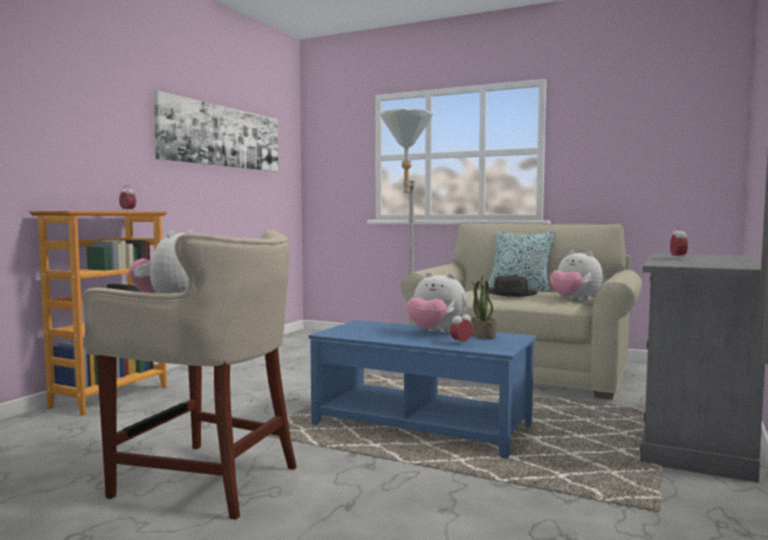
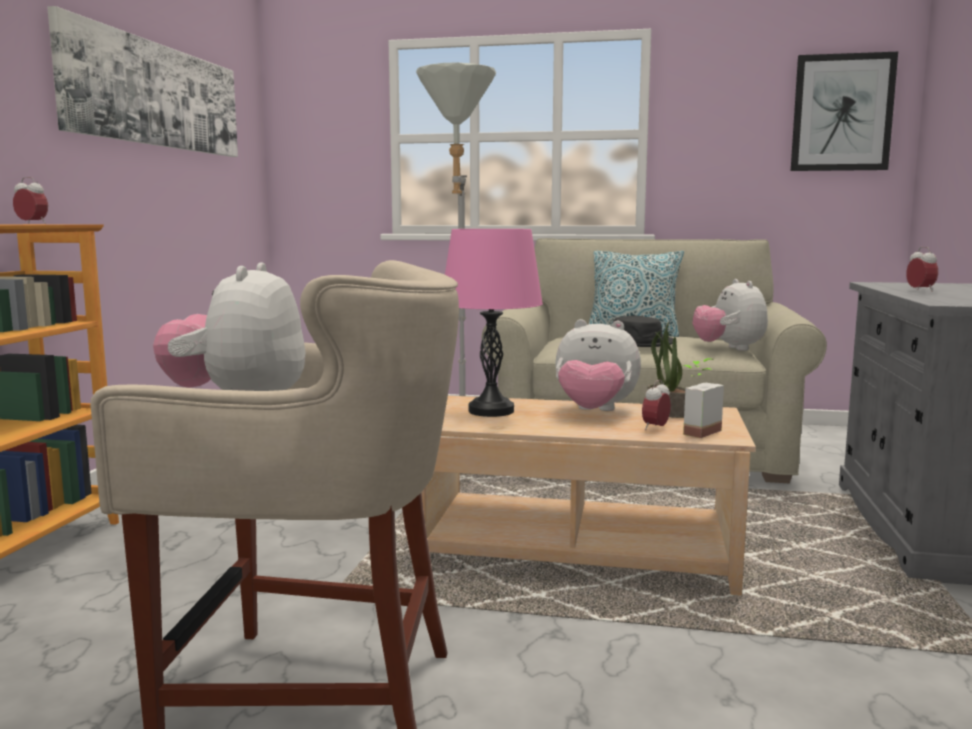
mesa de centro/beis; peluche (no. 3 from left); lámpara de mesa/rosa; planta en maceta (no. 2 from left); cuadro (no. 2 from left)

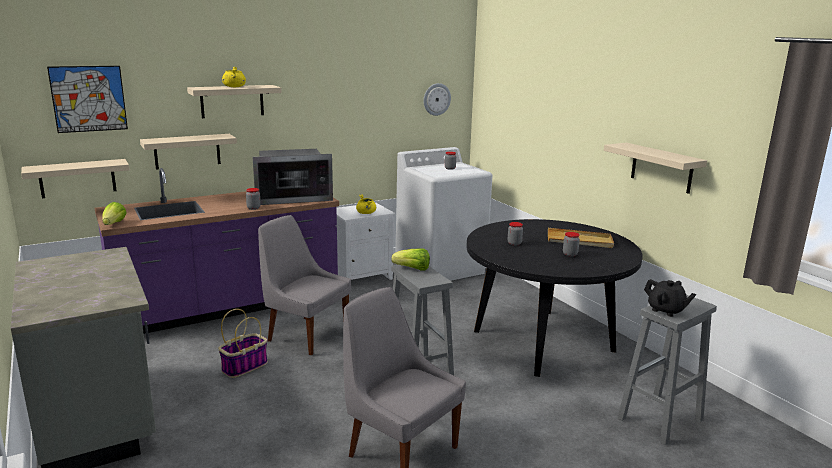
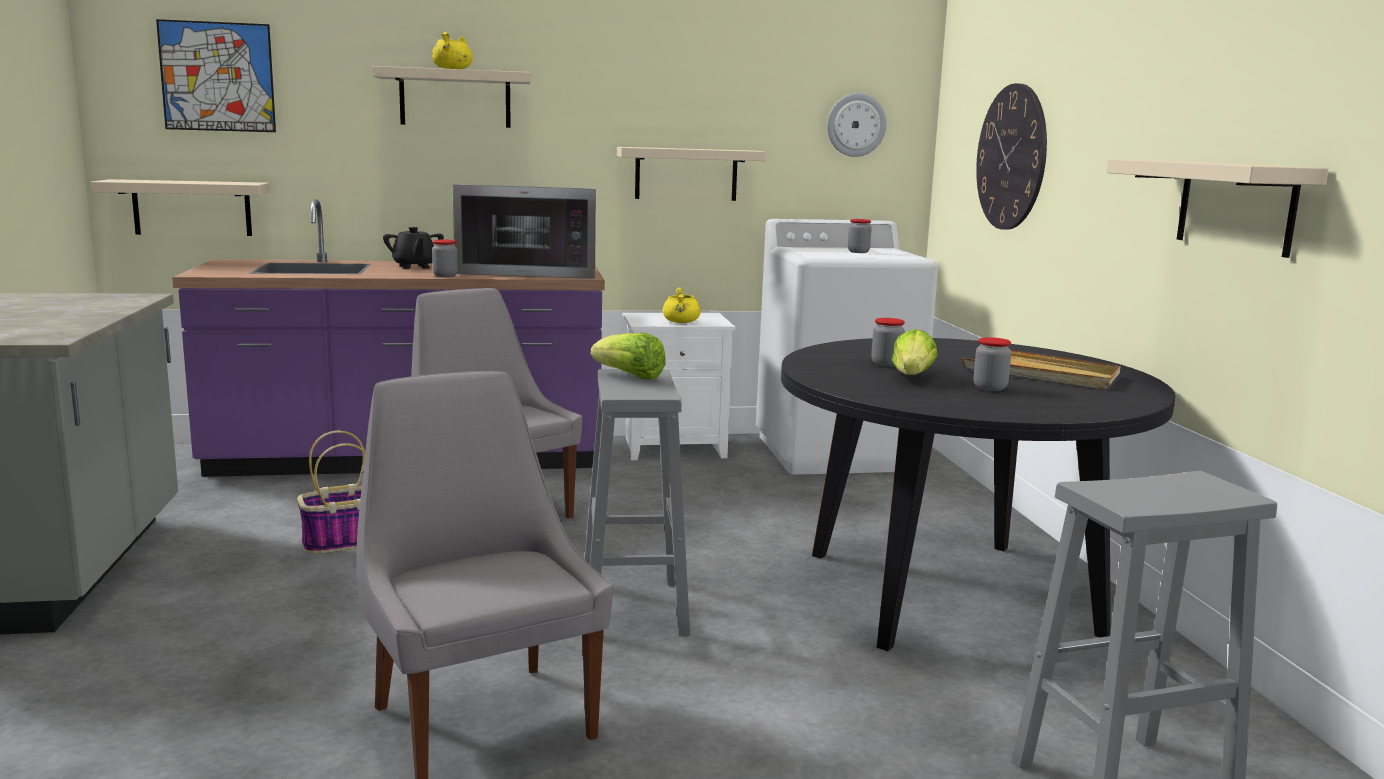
lechuga (no. 2 from left); estante/beis (no. 3 from left); tetera/negro; reloj de pared (no. 2 from left)

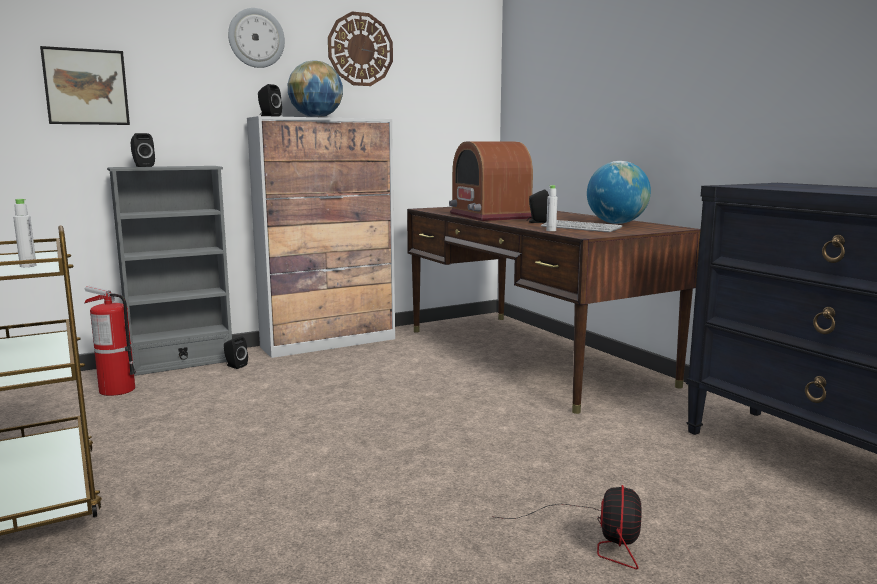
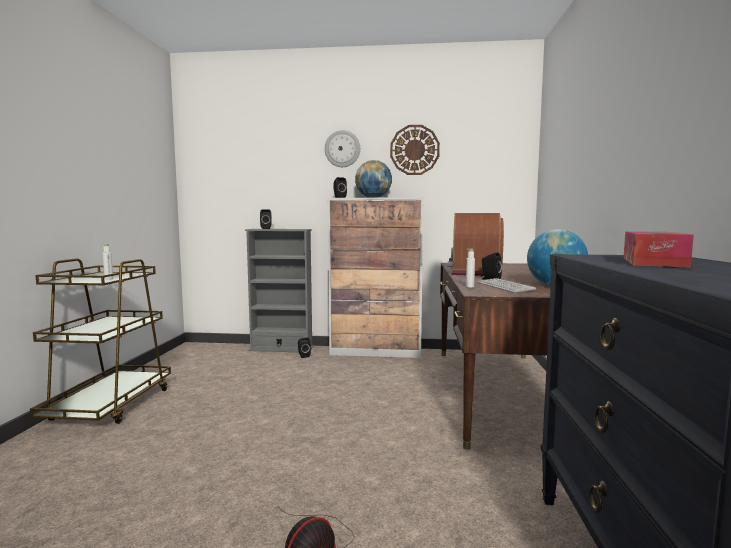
cuadro; extintor; caja de pañuelos

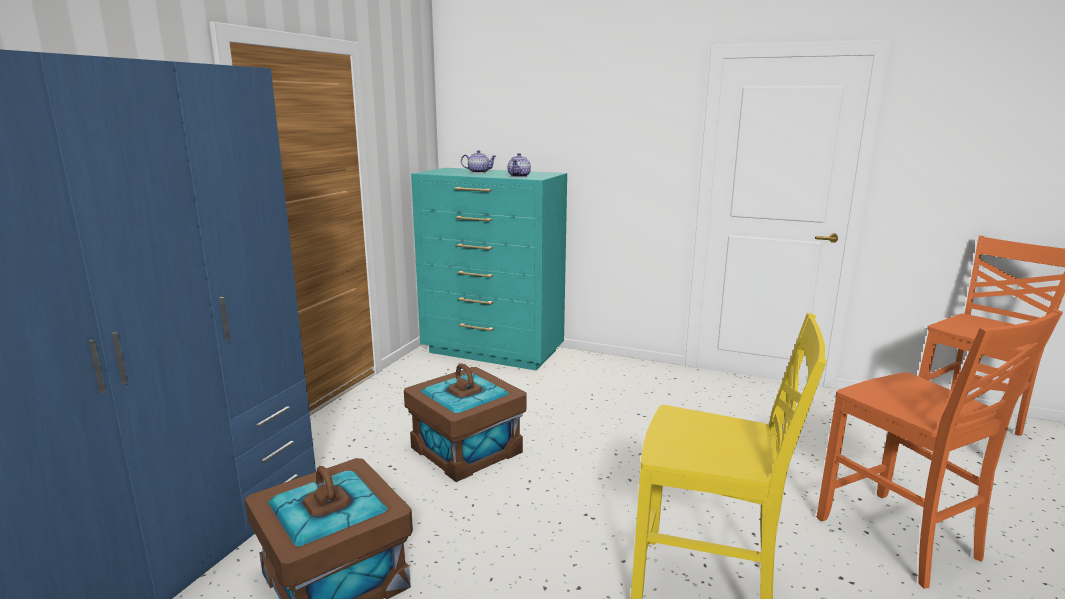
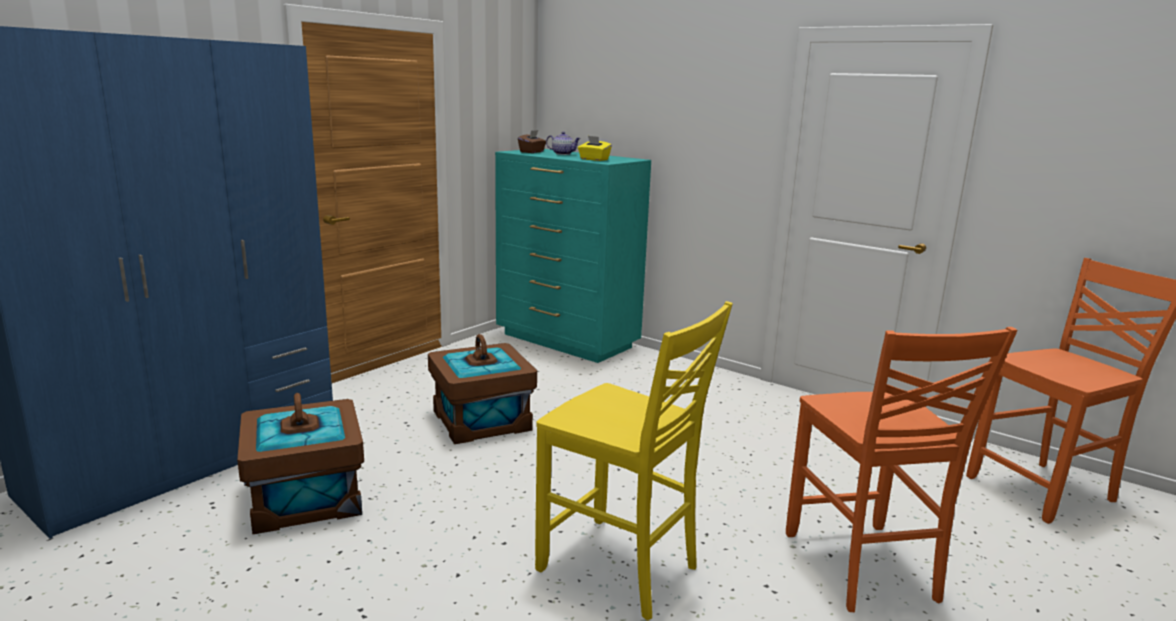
caja de pañuelos/amarillo; caja de pañuelos/marrón

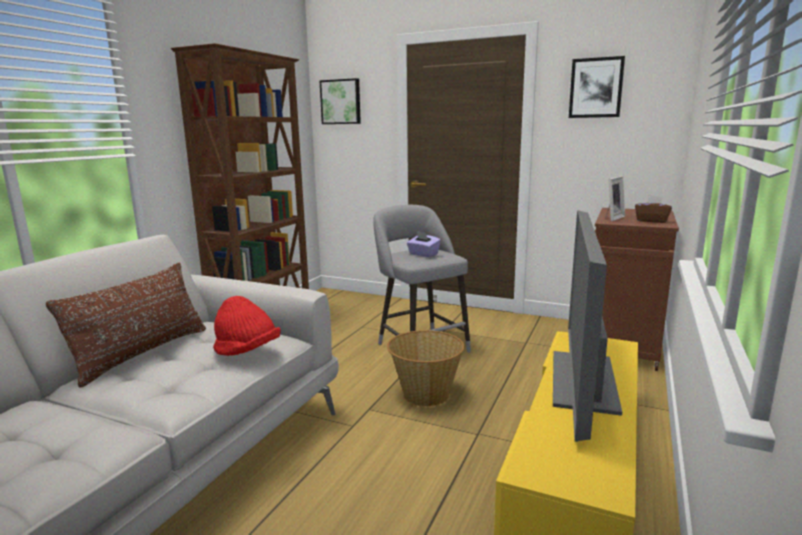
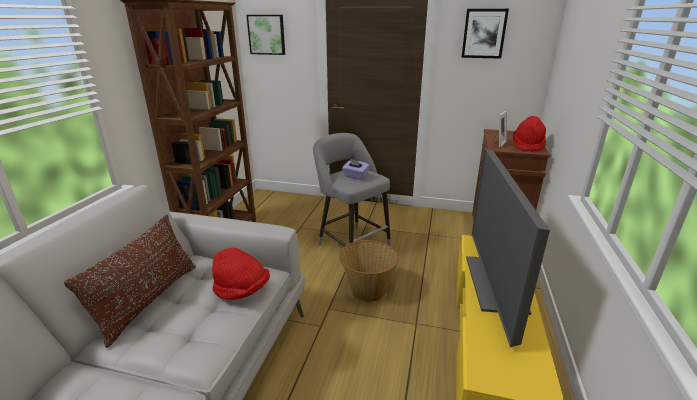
sombrero/rojo (no. 2 from left)

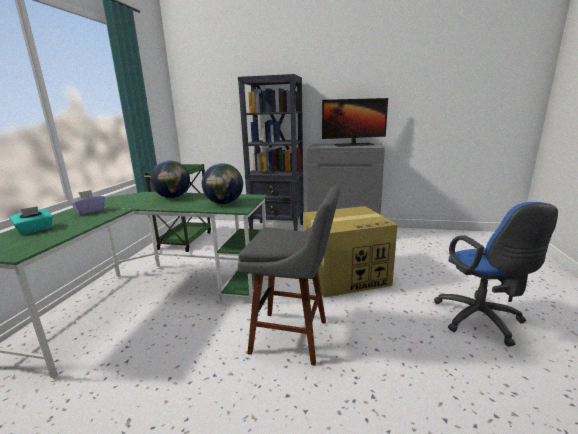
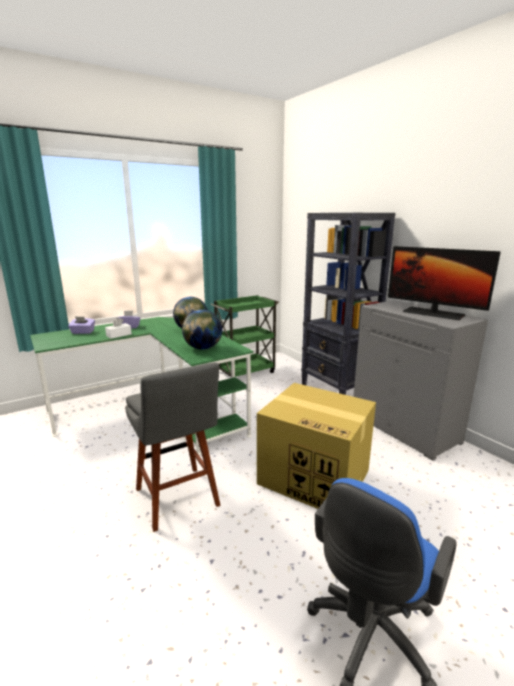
caja de pañuelos/morado (no. 1 from left); caja de pañuelos/blanco

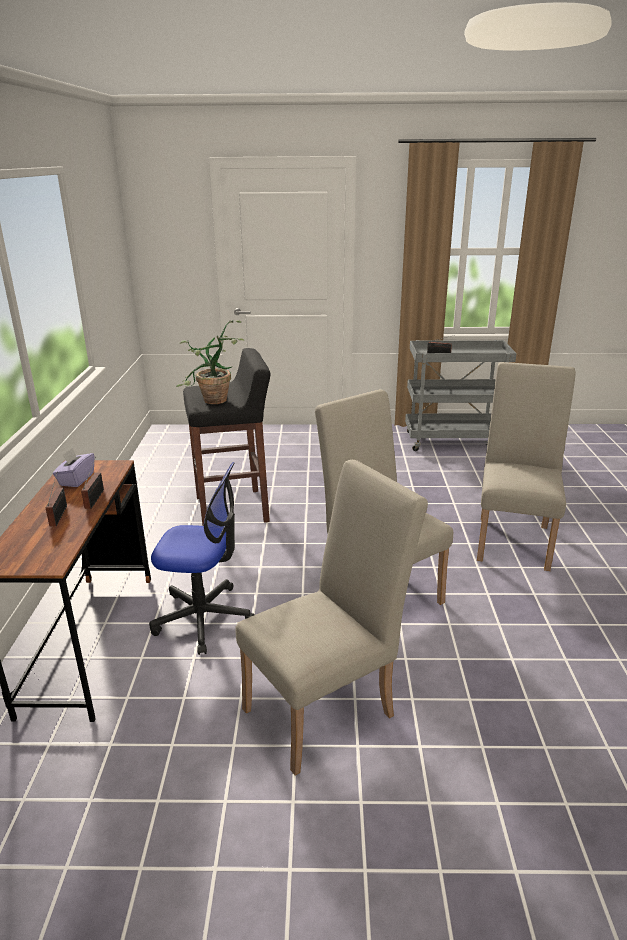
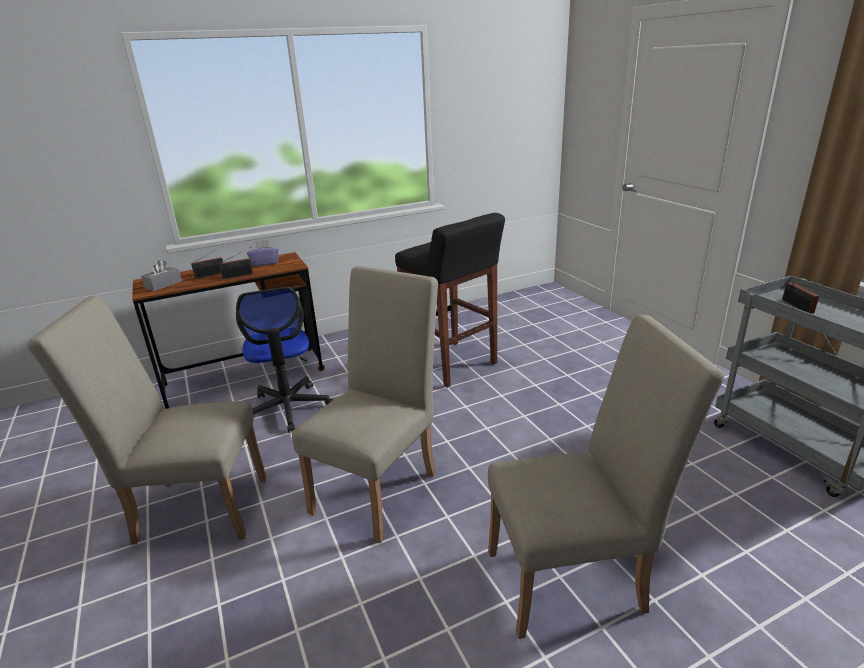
planta en maceta; silla/beis (no. 1 from left); caja de pañuelos/gris

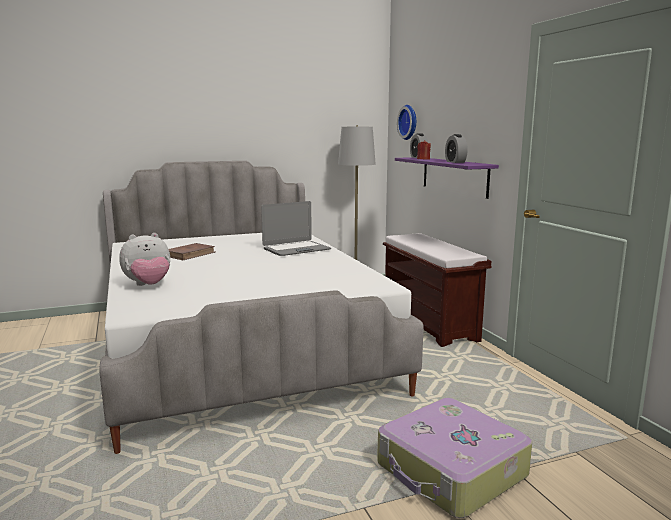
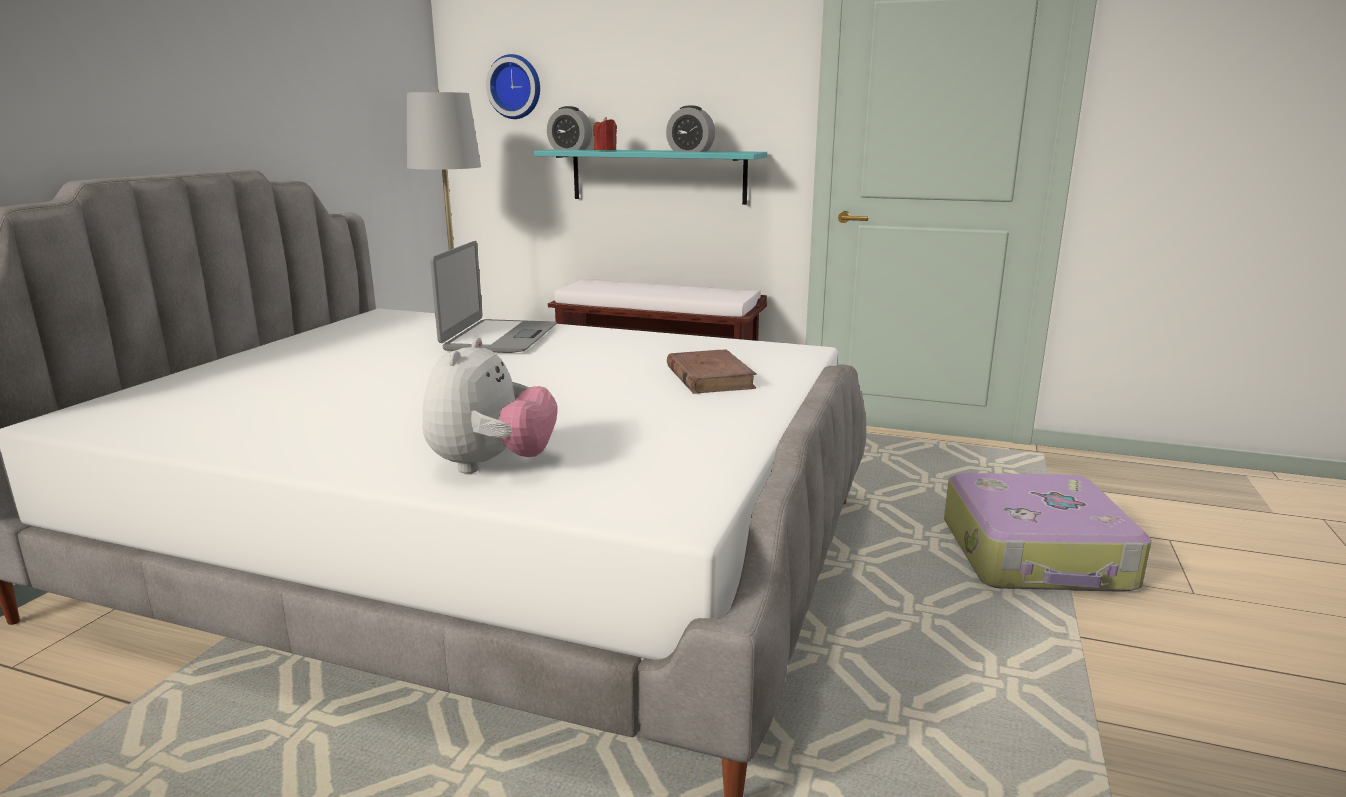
libro/marrón; estante/turquesa

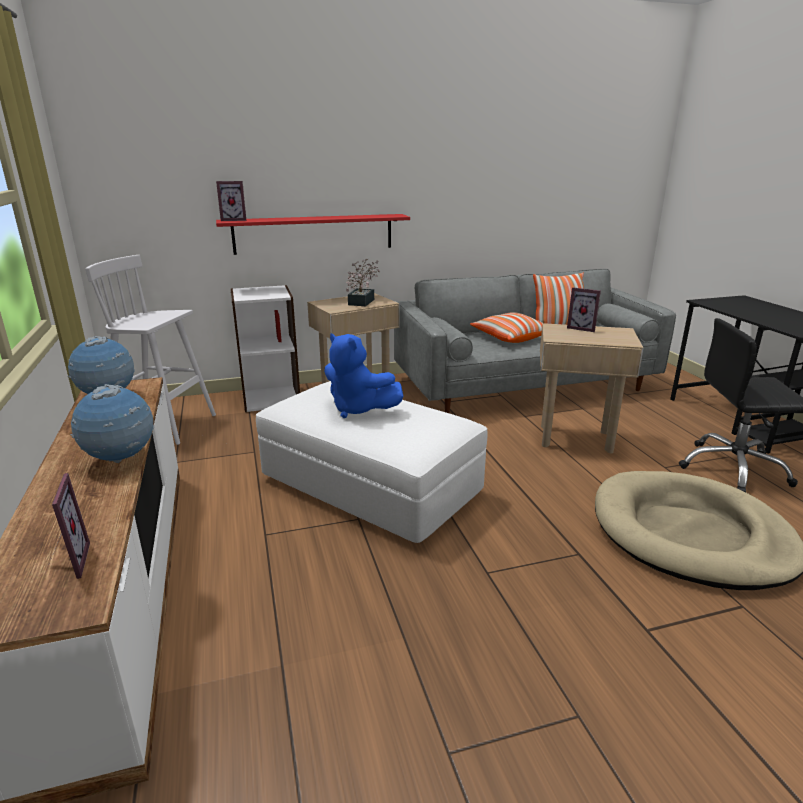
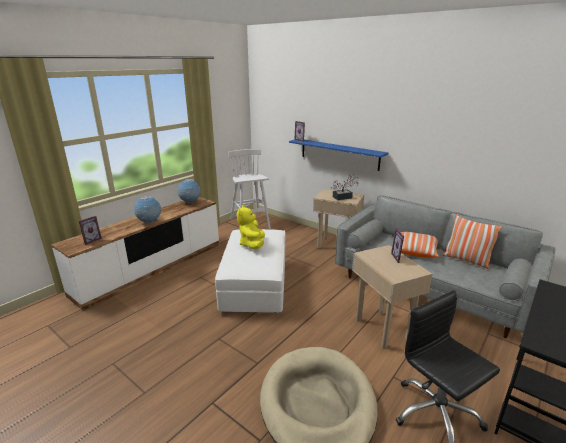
estante/azul; estantería/blanco; peluche/amarillo

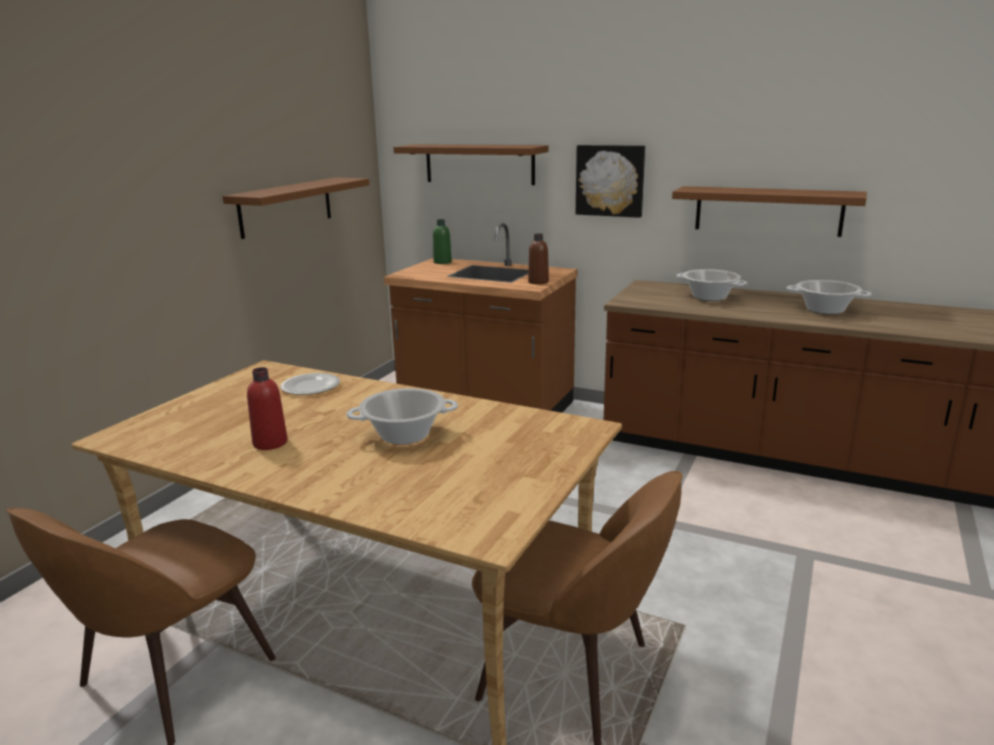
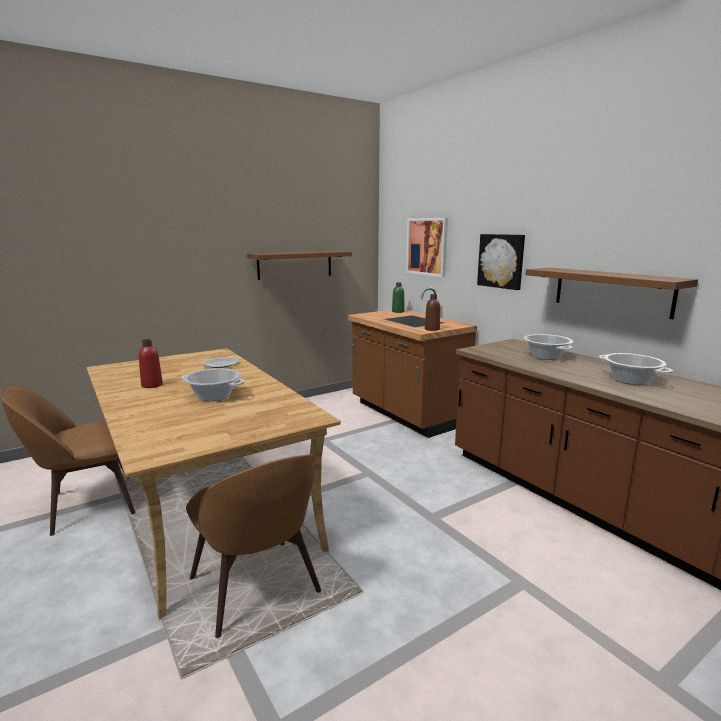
cuadro (no. 1 from left)

